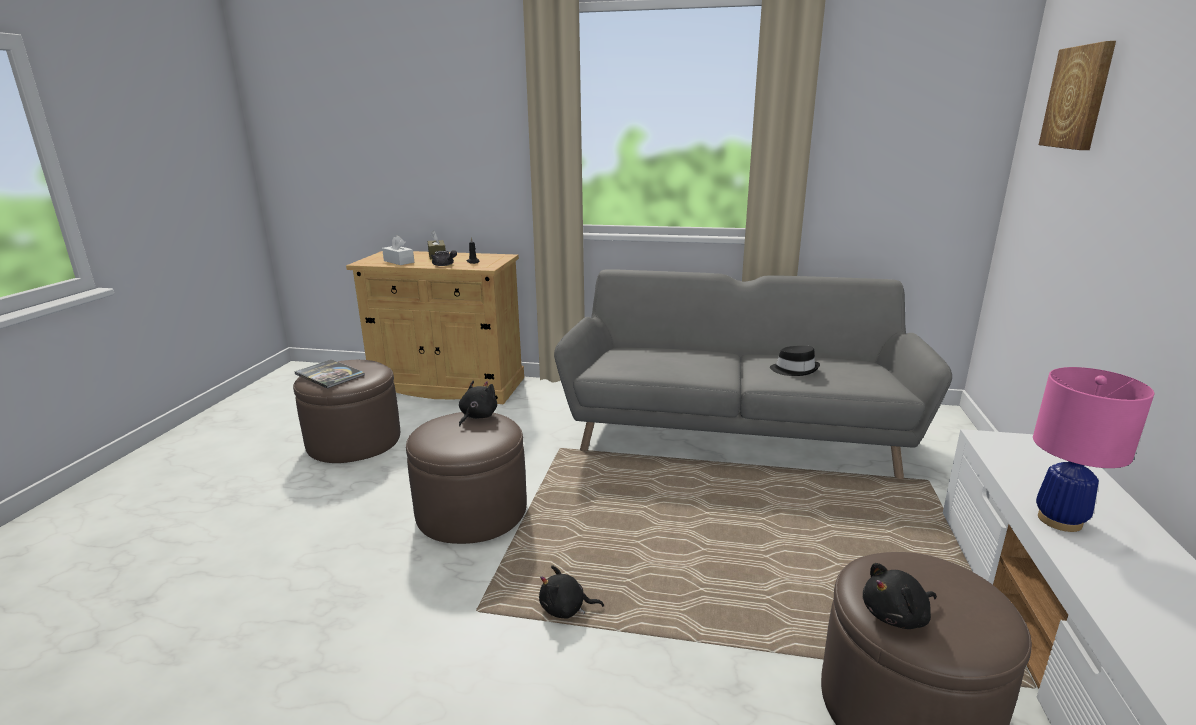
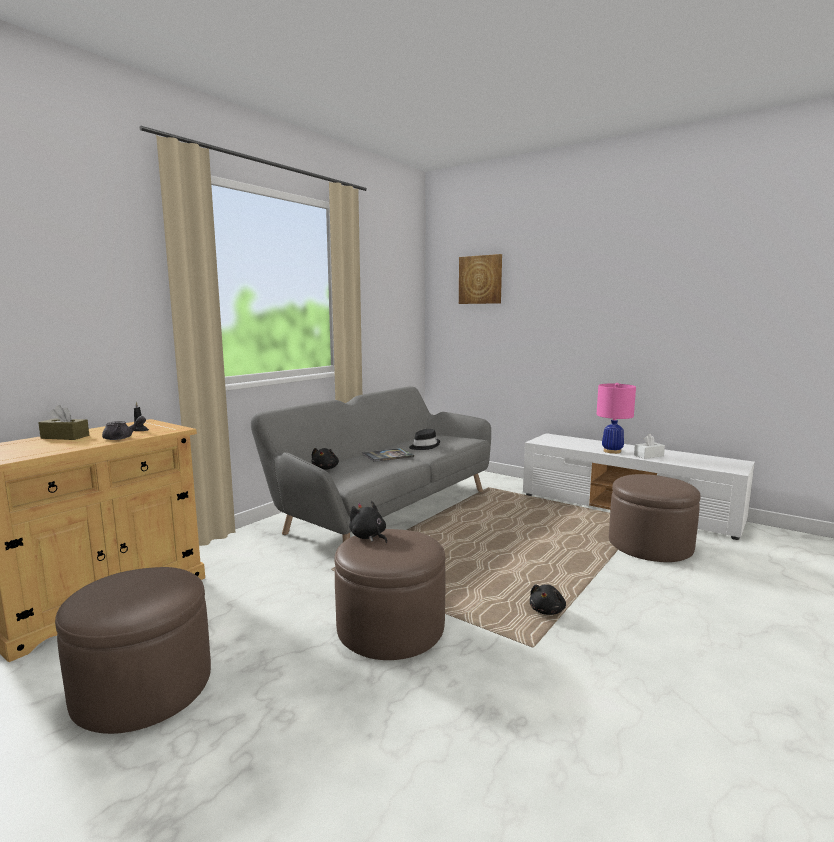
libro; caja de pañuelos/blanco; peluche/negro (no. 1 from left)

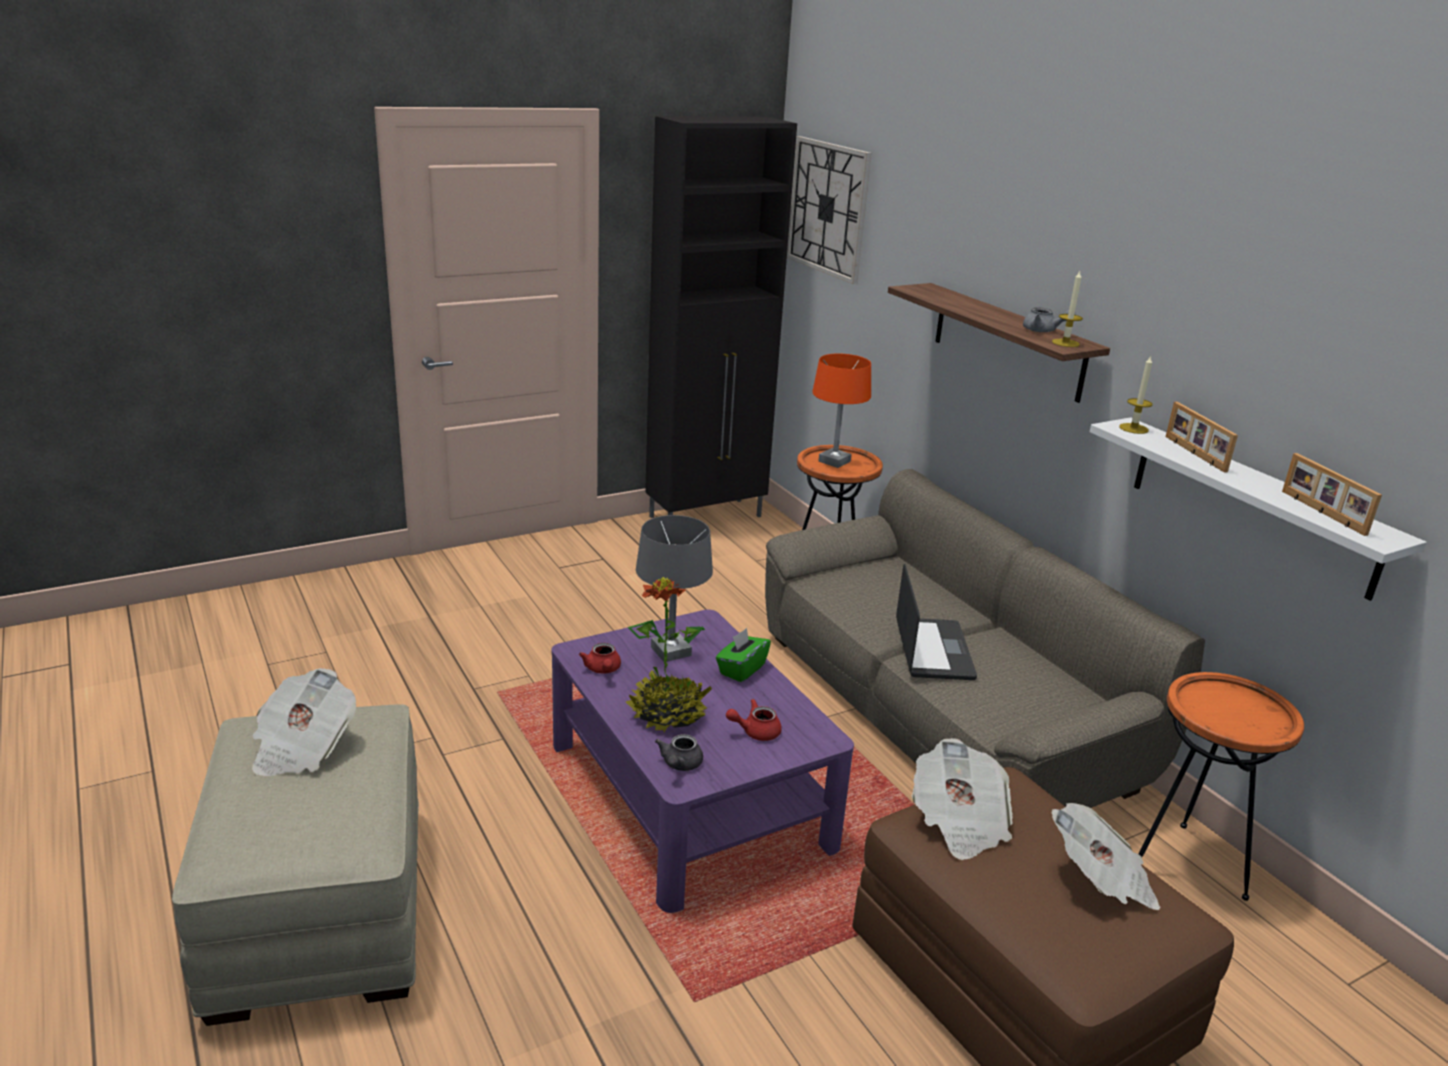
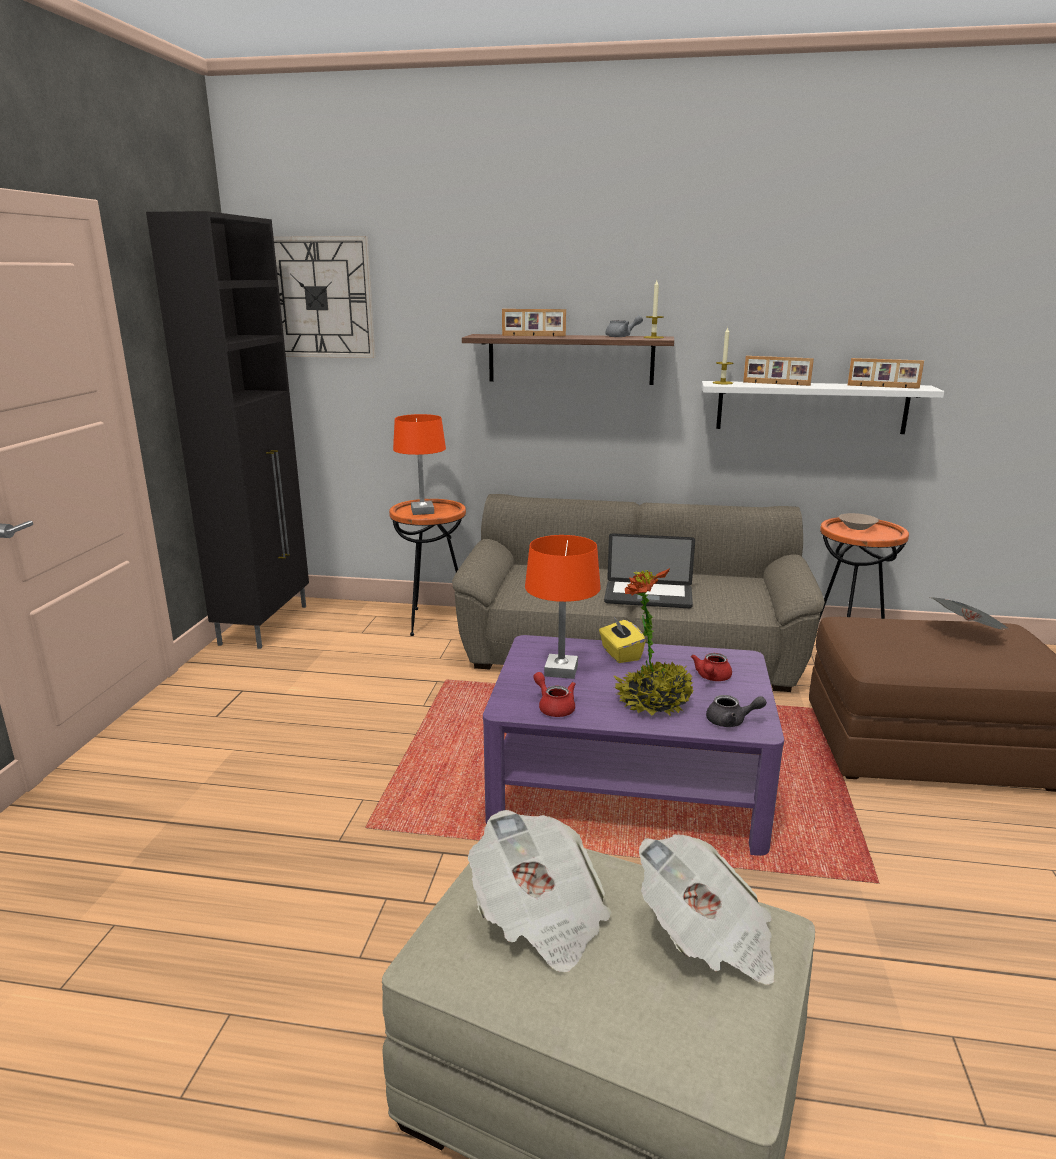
tetera/rojo (no. 1 from left); lámpara de mesa/naranja (no. 2 from left); tetera/gris (no. 2 from left); caja de pañuelos/amarillo; portátil; periódico (no. 2 from left); portarretratos (no. 1 from left); cuenco/beis

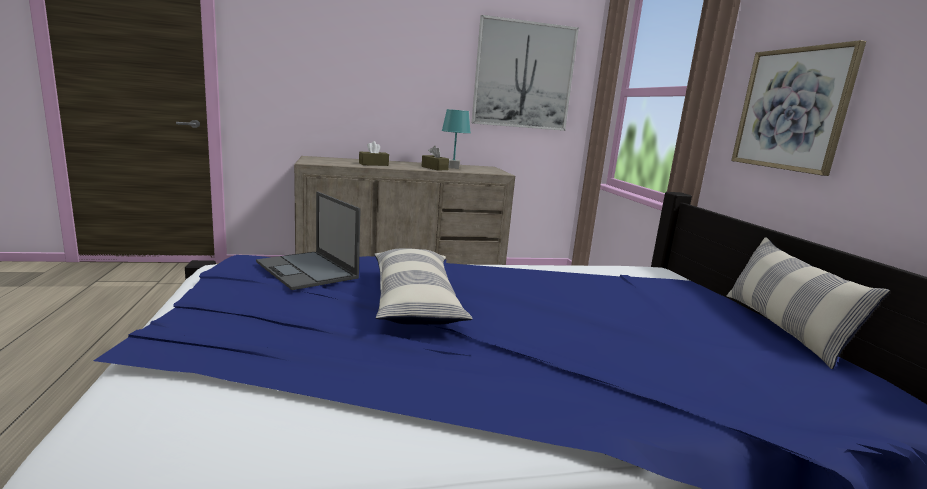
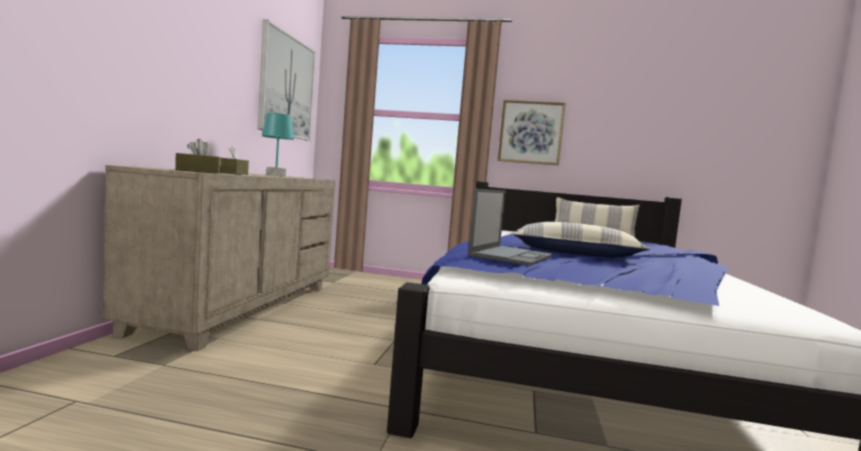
portátil; caja de pañuelos/marrón (no. 1 from left)

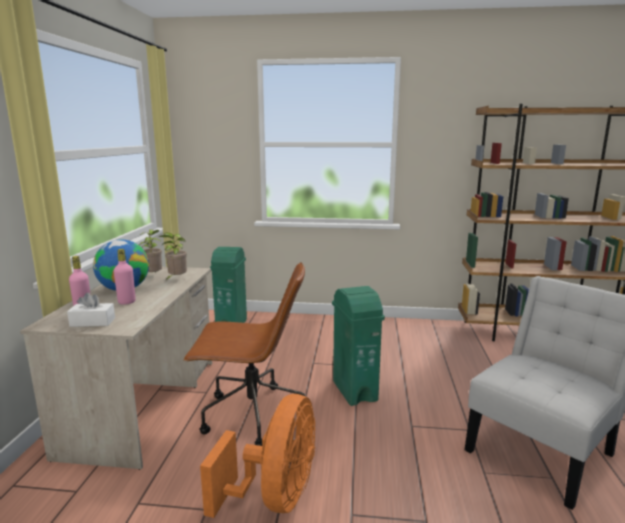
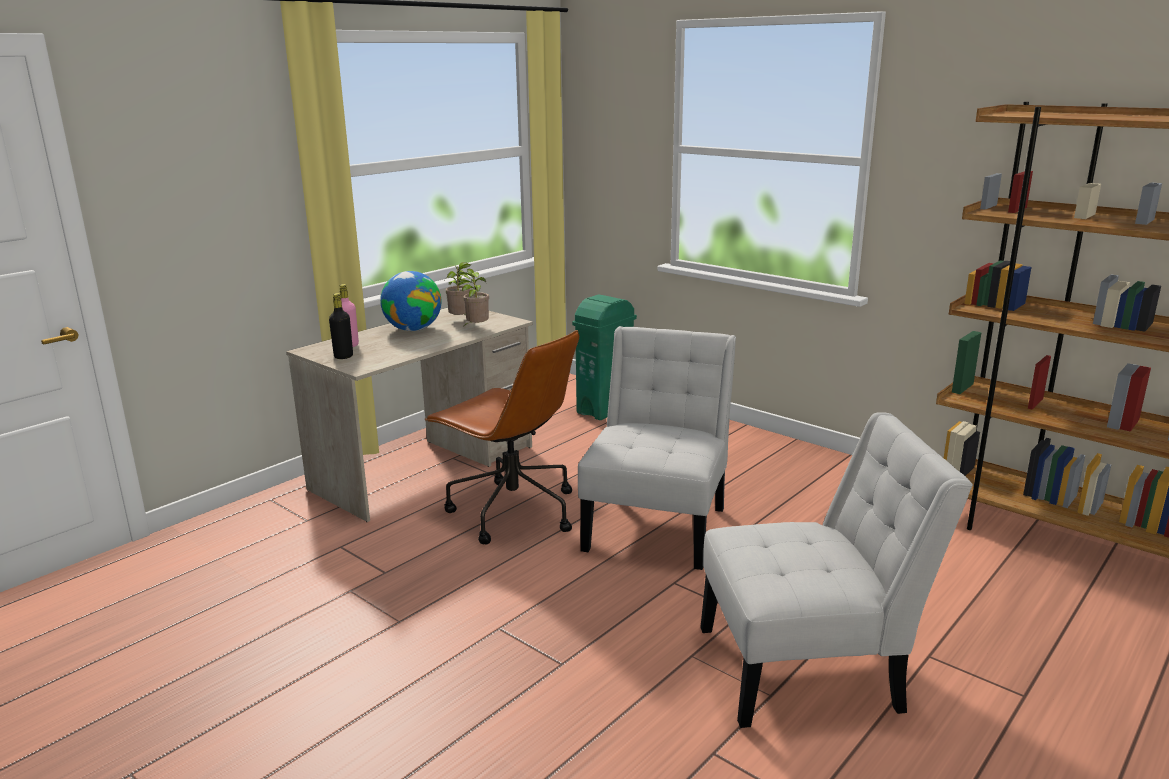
botella/negro; botella/rosa (no. 2 from left in the first image); ventilador/naranja; silla/blanco (no. 1 from left)

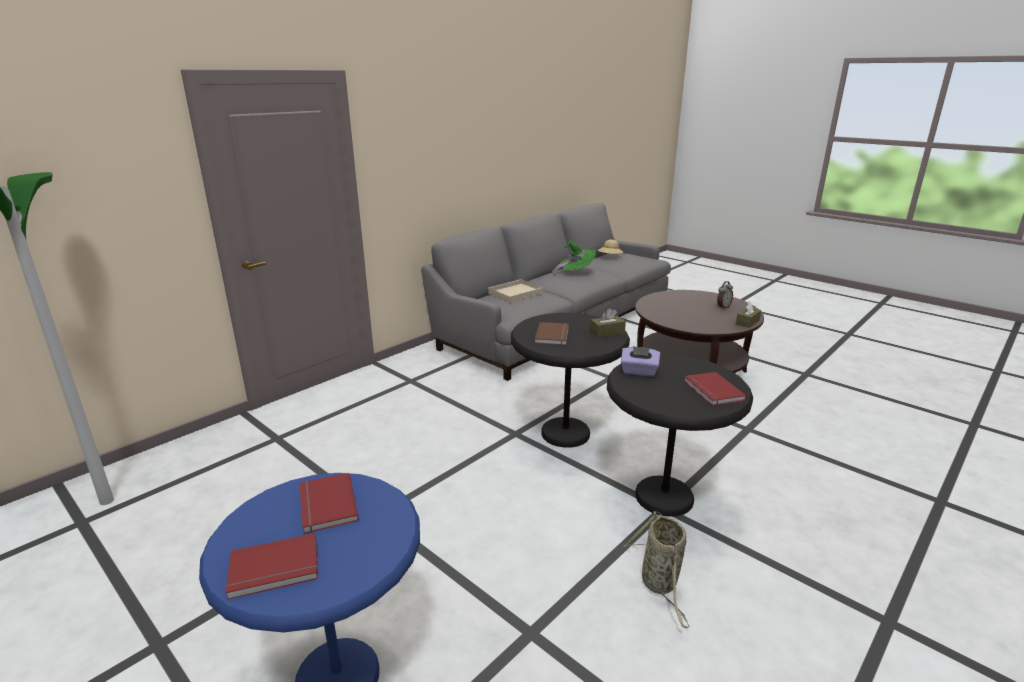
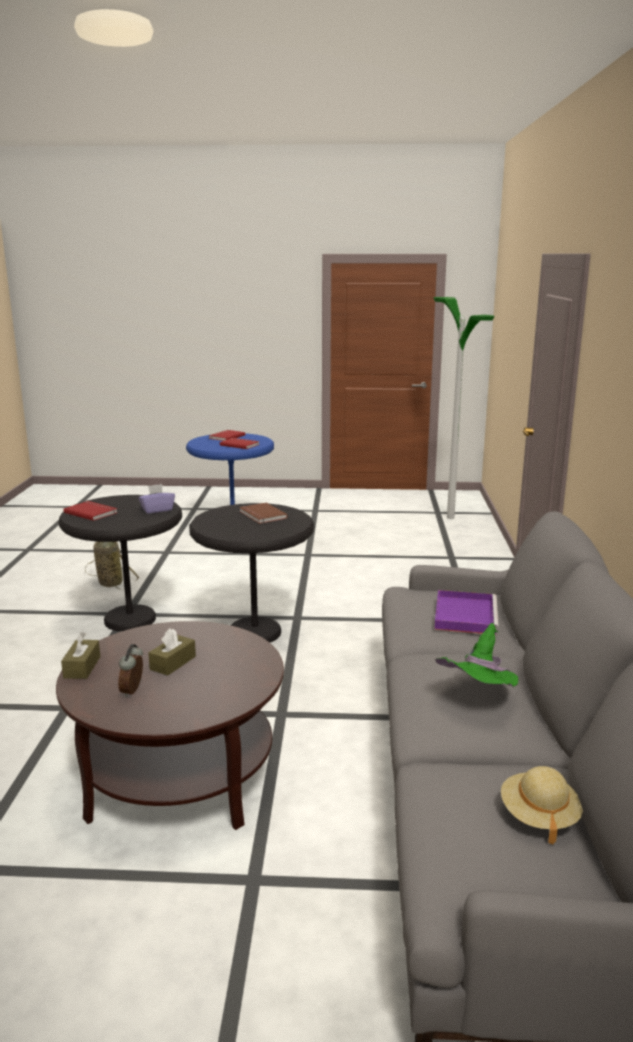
bandeja/morado; caja de pañuelos/marrón (no. 2 from left)

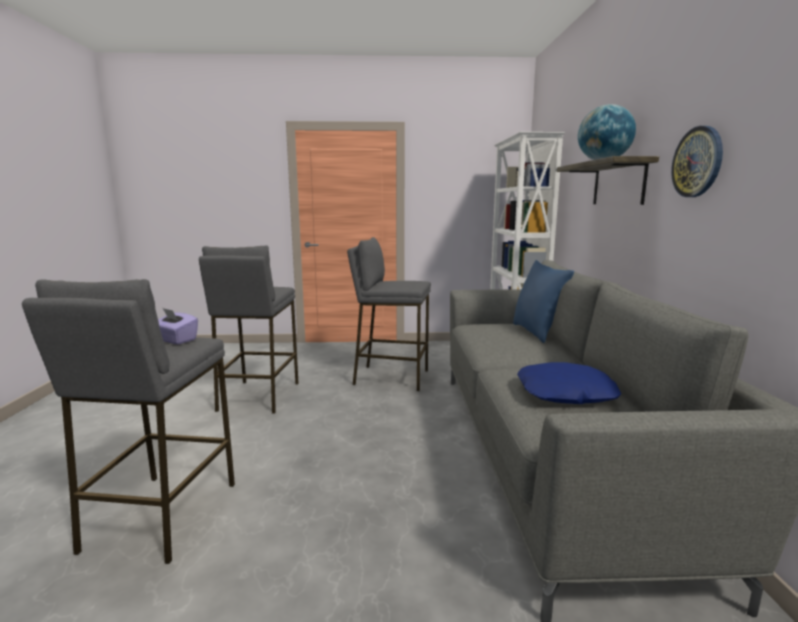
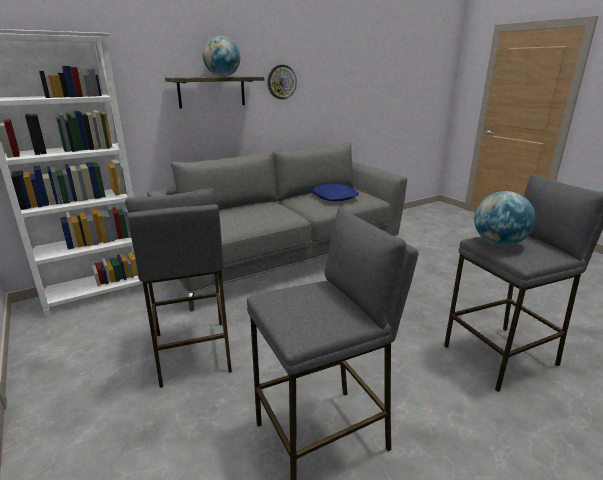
globo terráqueo (no. 2 from left); cojín/azul (no. 1 from left in the first image)

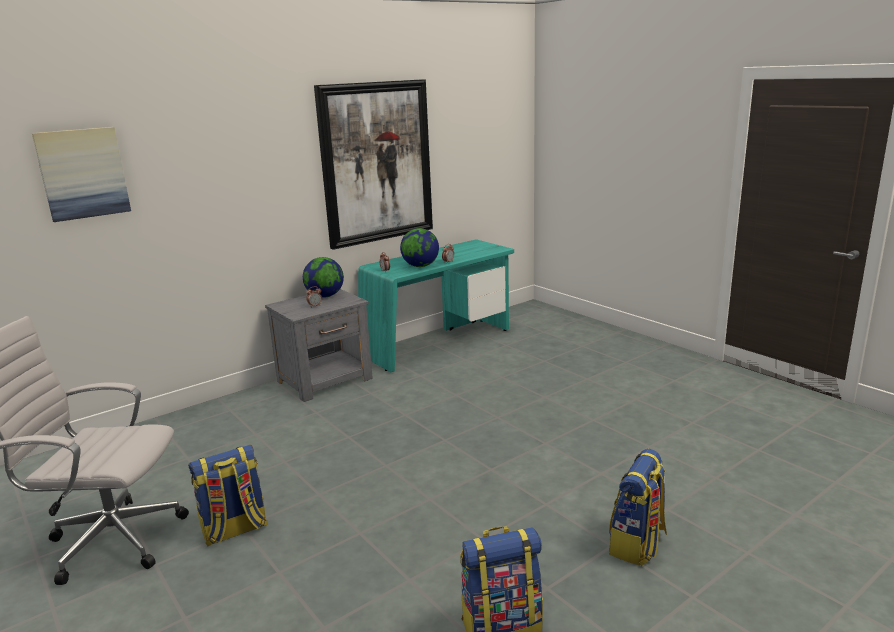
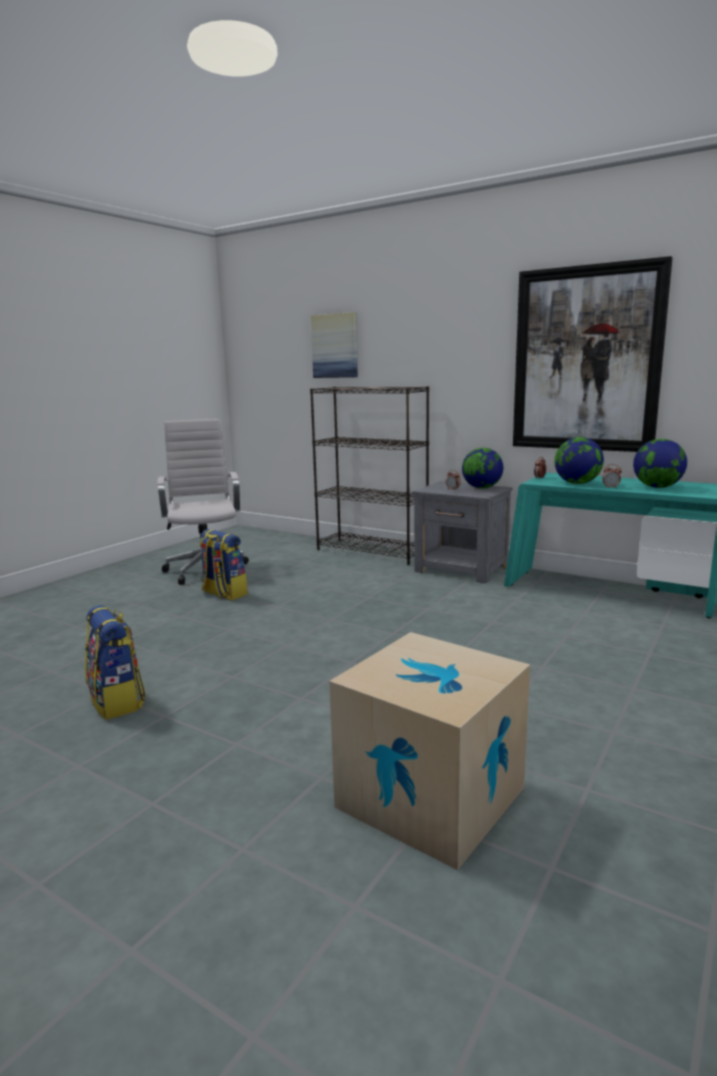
mochila (no. 3 from left in the first image); estantería/negro; caja de cartón; globo terráqueo (no. 3 from left)

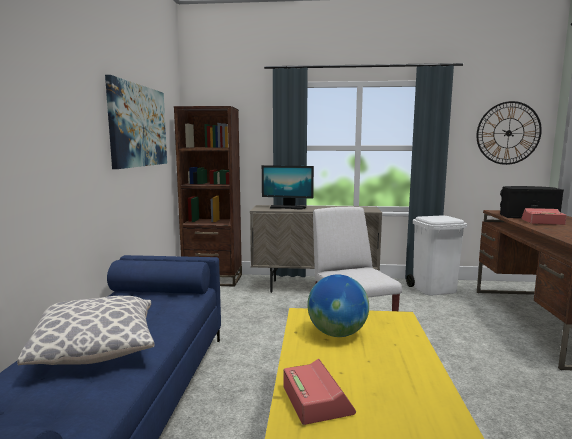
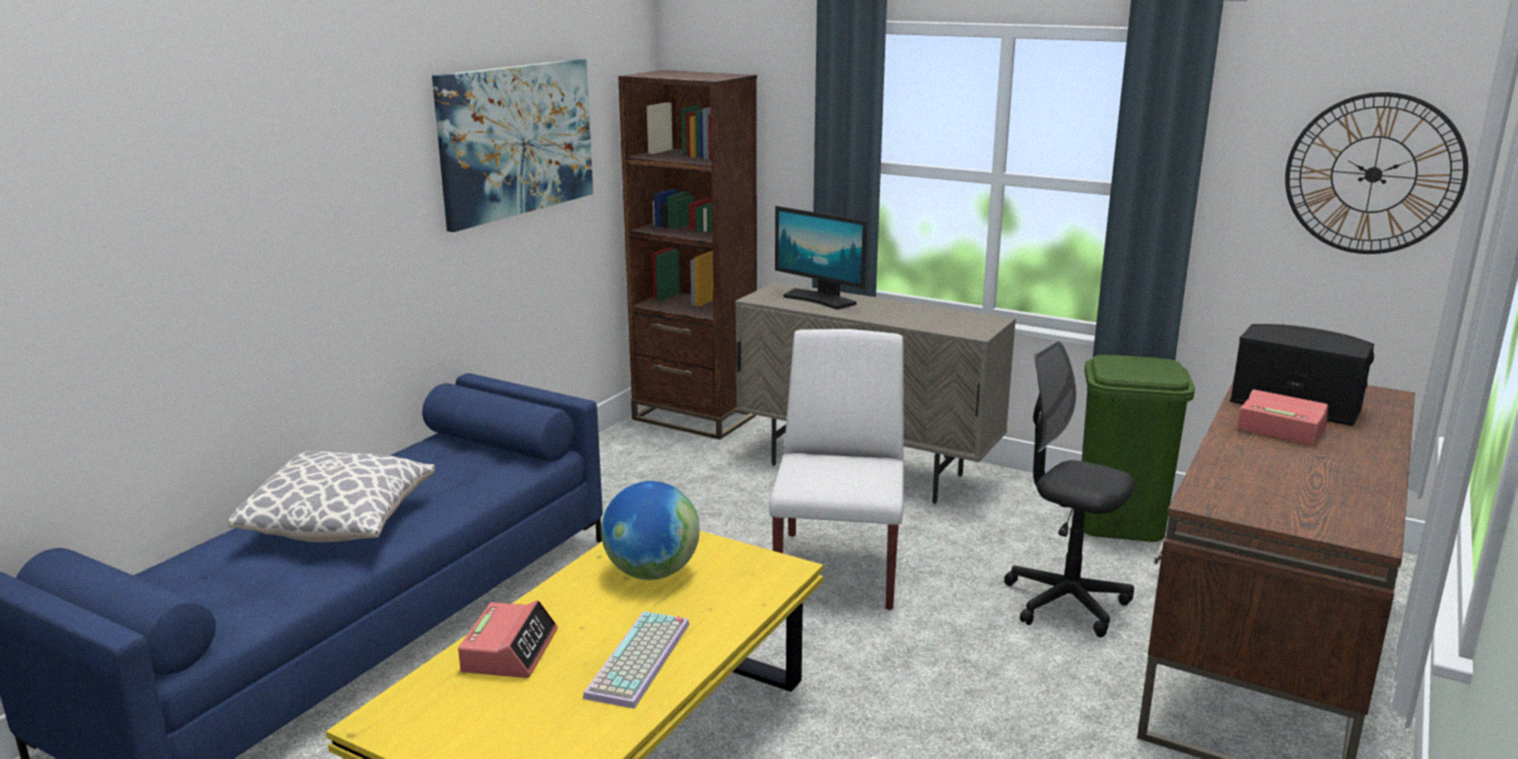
papelera/verde; teclado; silla de oficina/negro

